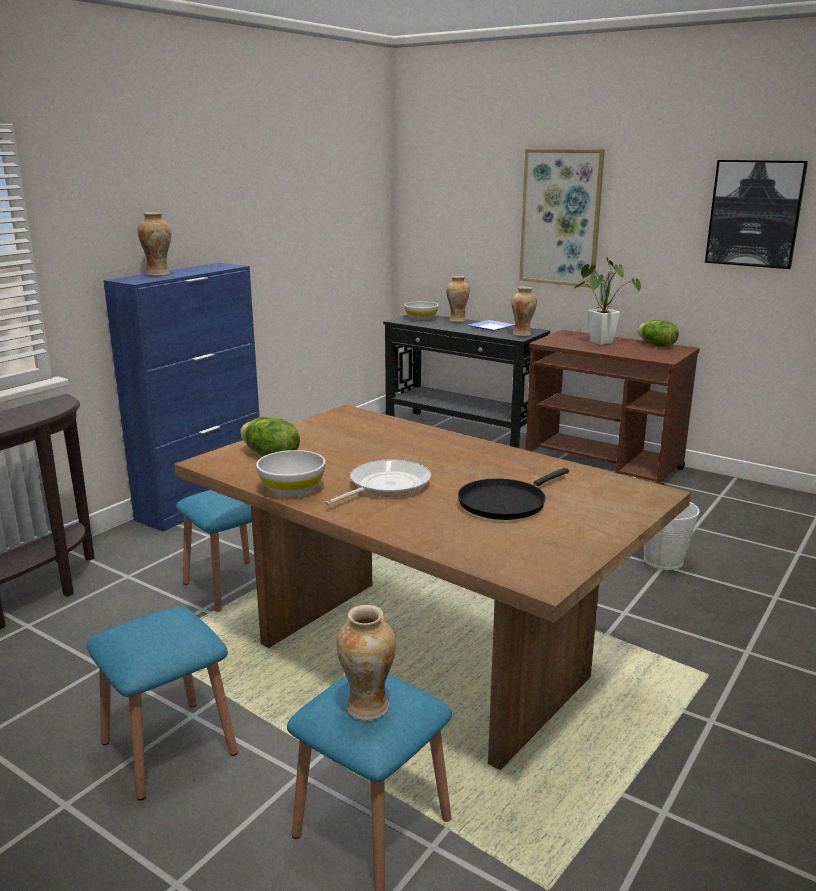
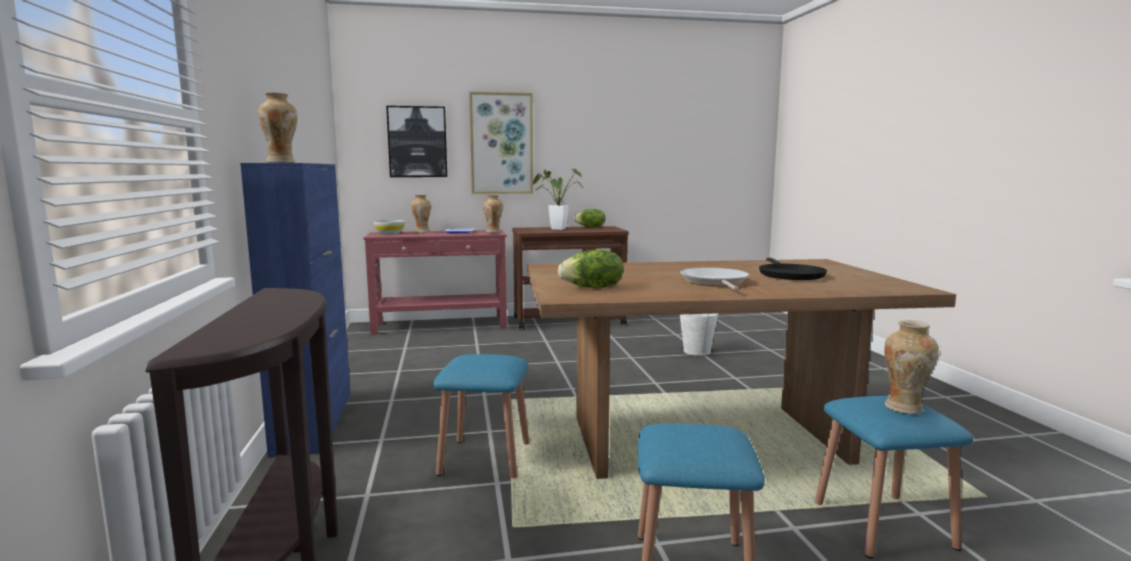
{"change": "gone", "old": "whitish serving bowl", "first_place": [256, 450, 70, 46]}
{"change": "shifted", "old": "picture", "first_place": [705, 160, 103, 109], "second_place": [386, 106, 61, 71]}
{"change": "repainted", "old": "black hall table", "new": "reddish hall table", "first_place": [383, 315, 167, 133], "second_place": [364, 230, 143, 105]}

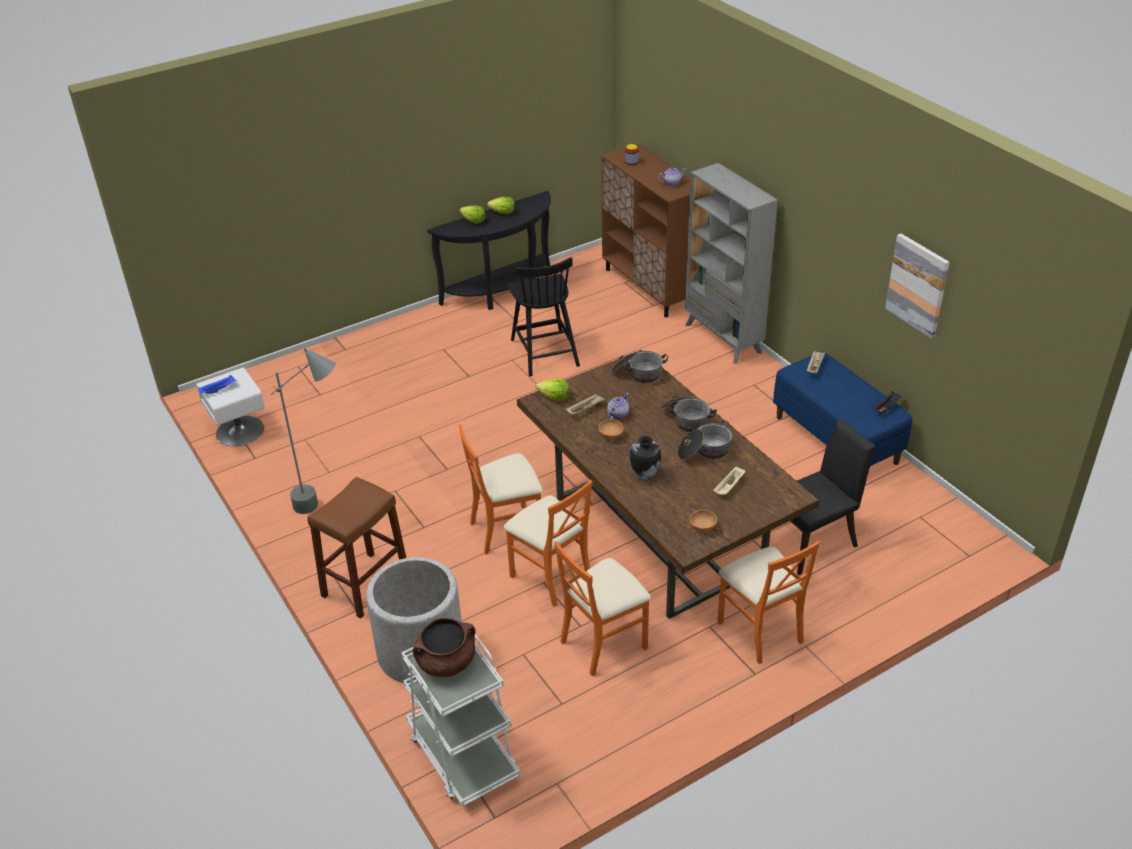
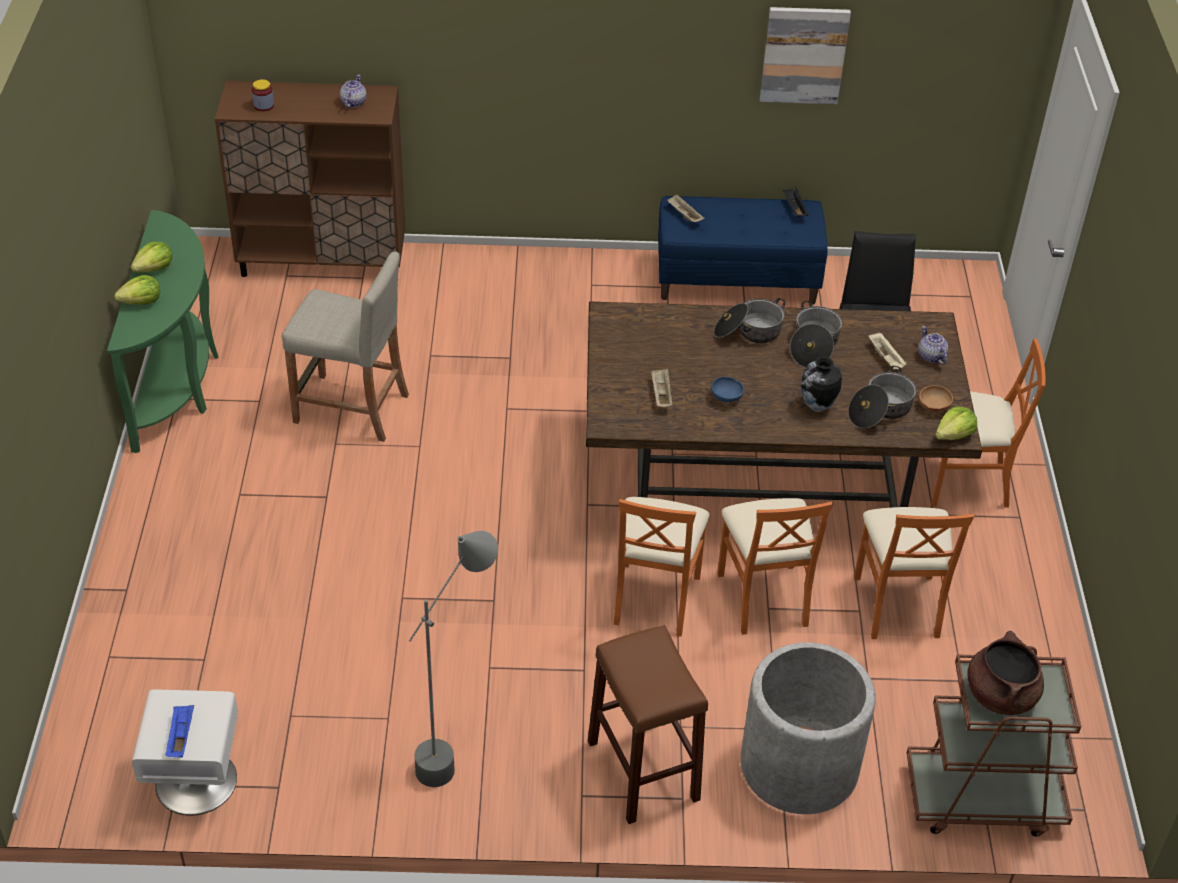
{"change": "gone", "old": "grey shelving unit", "first_place": [685, 163, 93, 201]}
{"change": "shifted", "old": "lettuce", "first_place": [536, 379, 34, 22], "second_place": [935, 406, 42, 34]}
{"change": "shifted", "old": "pot for tea", "first_place": [607, 393, 22, 26], "second_place": [918, 326, 30, 38]}
{"change": "shifted", "old": "cooking pot", "first_place": [612, 351, 56, 32], "second_place": [848, 366, 68, 62]}
{"change": "swapped", "old": "black plain chair", "new": "sand-coloured stool seat", "first_place": [507, 257, 73, 120], "second_place": [282, 251, 127, 191]}
{"change": "repainted", "old": "whitish wheeled cart", "new": "brown wheeled cart", "first_place": [401, 634, 119, 173], "second_place": [907, 646, 174, 190]}
{"change": "repainted", "old": "black hall table", "new": "greenish hall table", "first_place": [427, 191, 124, 119], "second_place": [107, 210, 112, 243]}
{"change": "repainted", "old": "brown serving bowl", "new": "bluish serving bowl", "first_place": [598, 419, 26, 20], "second_place": [711, 377, 33, 26]}
{"change": "rotated", "old": "orange plain chair", "first_place": [504, 480, 89, 127], "second_place": [717, 498, 116, 137], "degrees": 90}

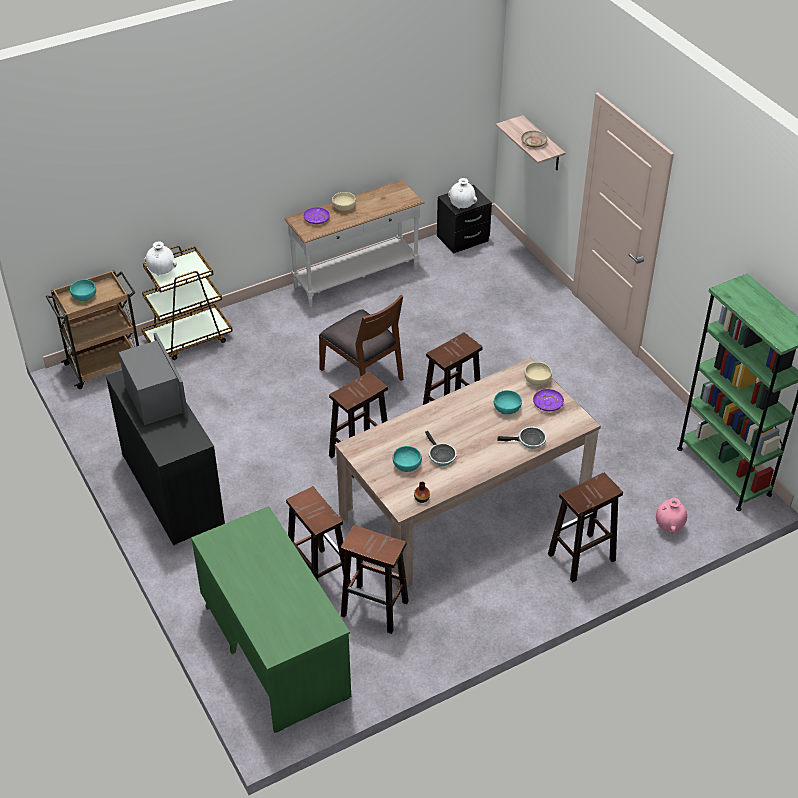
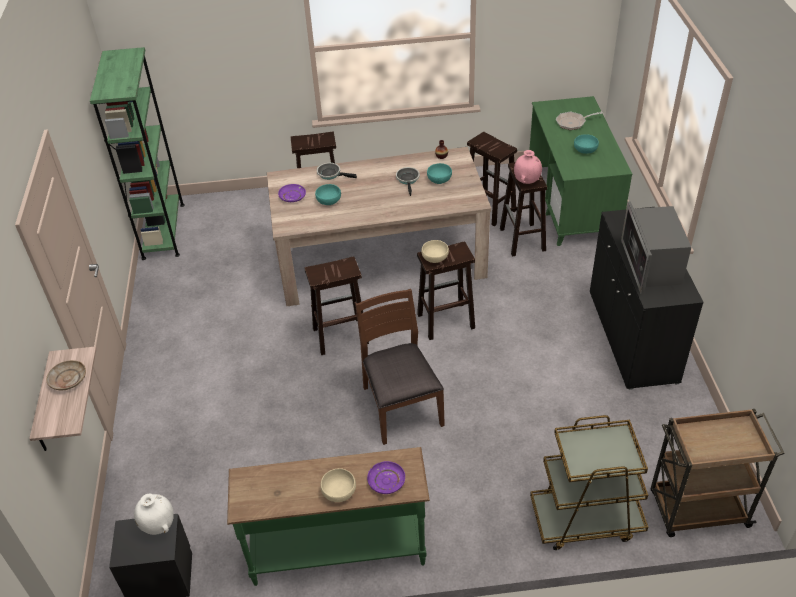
{"change": "gone", "old": "whitish vase", "first_place": [144, 242, 33, 34]}
{"change": "new", "new": "pan", "second_place": [556, 111, 47, 19]}
{"change": "shifted", "old": "turquoise serving bowl", "first_place": [70, 280, 26, 21], "second_place": [574, 134, 25, 20]}
{"change": "shifted", "old": "sand-coloured serving bowl", "first_place": [524, 362, 28, 24], "second_place": [421, 240, 28, 23]}
{"change": "shifted", "old": "pink vase", "first_place": [656, 498, 31, 35], "second_place": [514, 150, 28, 34]}
{"change": "repainted", "old": "whitish hall table", "new": "greenish hall table", "first_place": [284, 180, 141, 127], "second_place": [227, 447, 203, 139]}

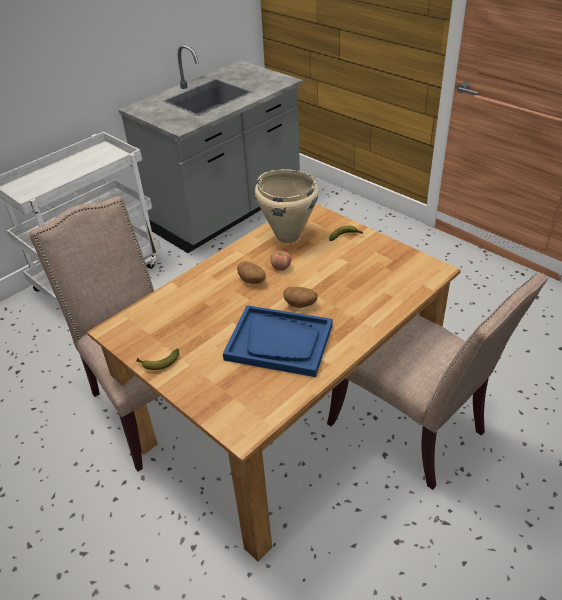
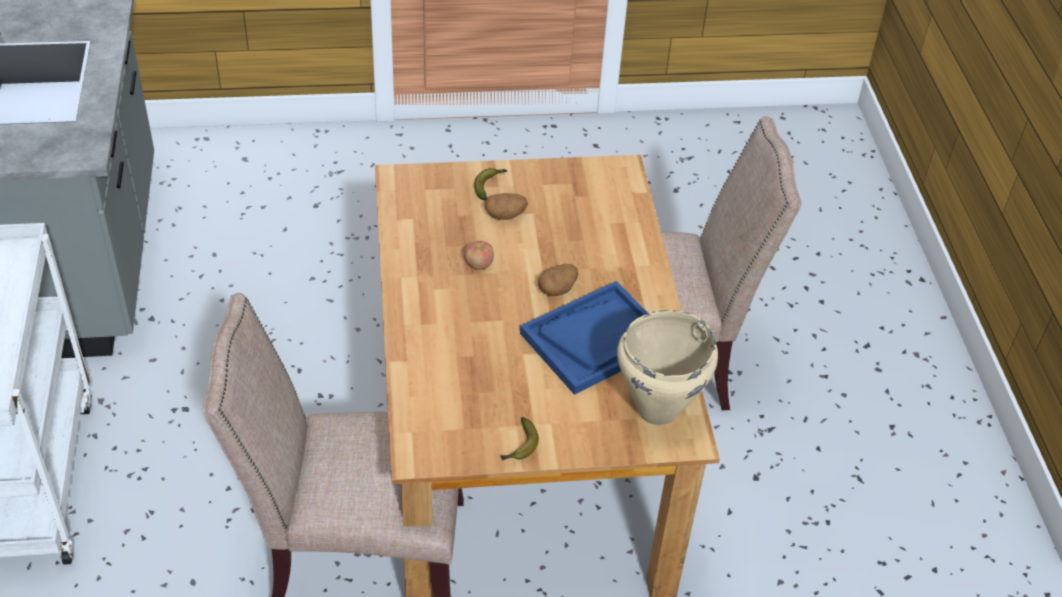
{"change": "shifted", "old": "spud", "first_place": [237, 261, 29, 23], "second_place": [485, 193, 43, 27]}
{"change": "shifted", "old": "sand-coloured cooking pot", "first_place": [255, 169, 64, 74], "second_place": [617, 310, 101, 116]}

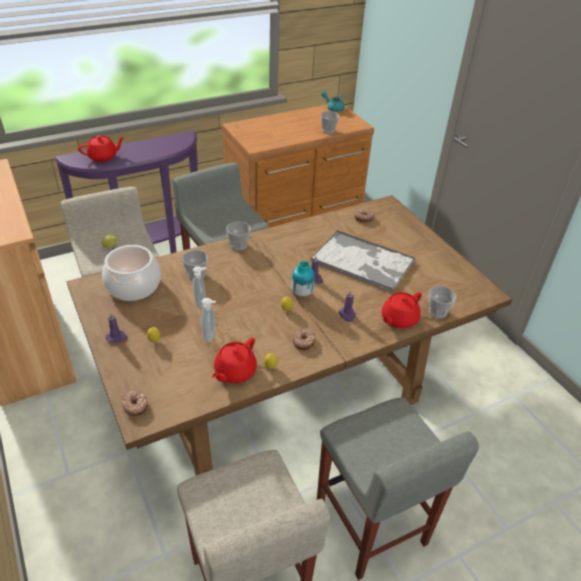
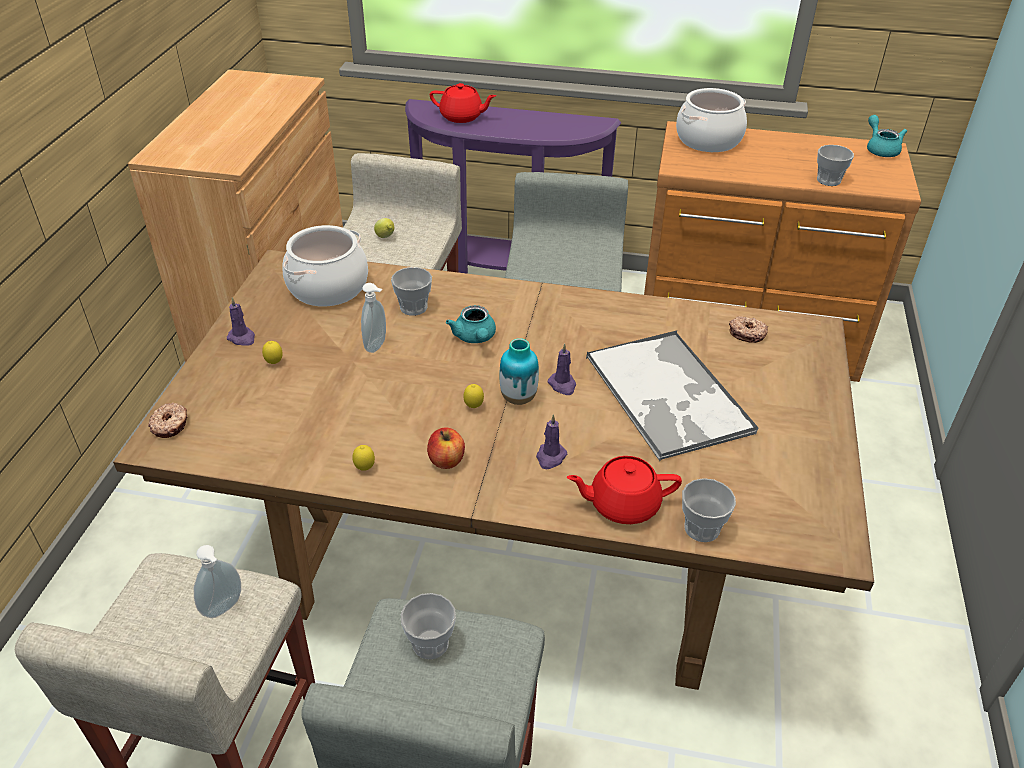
{"change": "gone", "old": "reddish pot for tea", "first_place": [212, 337, 45, 46]}
{"change": "new", "new": "turquoise pot for tea", "second_place": [446, 305, 50, 38]}
{"change": "new", "new": "cooking pot", "second_place": [676, 88, 71, 64]}
{"change": "shifted", "old": "liquid soap bottle", "first_place": [201, 298, 15, 45], "second_place": [194, 545, 47, 73]}
{"change": "shifted", "old": "drinking cup", "first_place": [226, 222, 25, 29], "second_place": [401, 593, 55, 66]}
{"change": "swapped", "old": "ring doughnut", "new": "apple", "first_place": [293, 328, 22, 22], "second_place": [427, 427, 38, 42]}

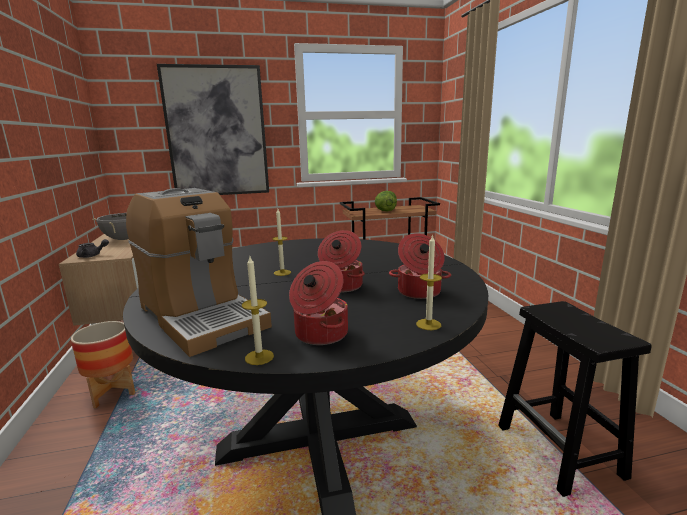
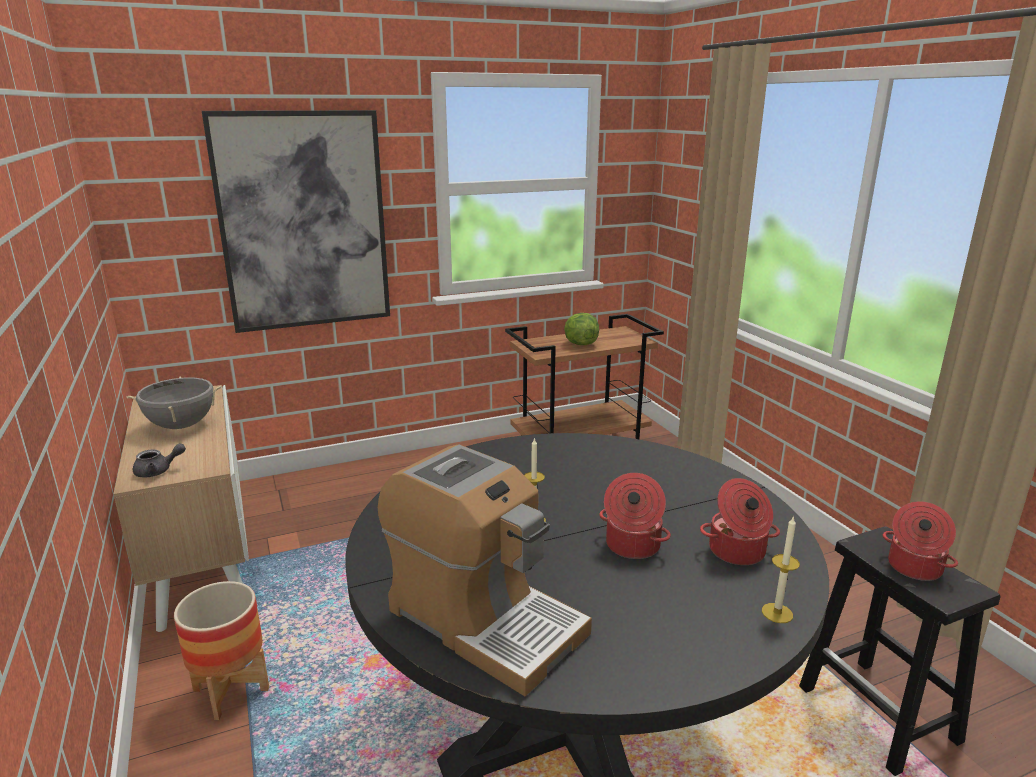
{"change": "gone", "old": "wax candle", "first_place": [242, 256, 32, 109]}
{"change": "shifted", "old": "cooking pot", "first_place": [289, 261, 59, 84], "second_place": [883, 501, 75, 80]}

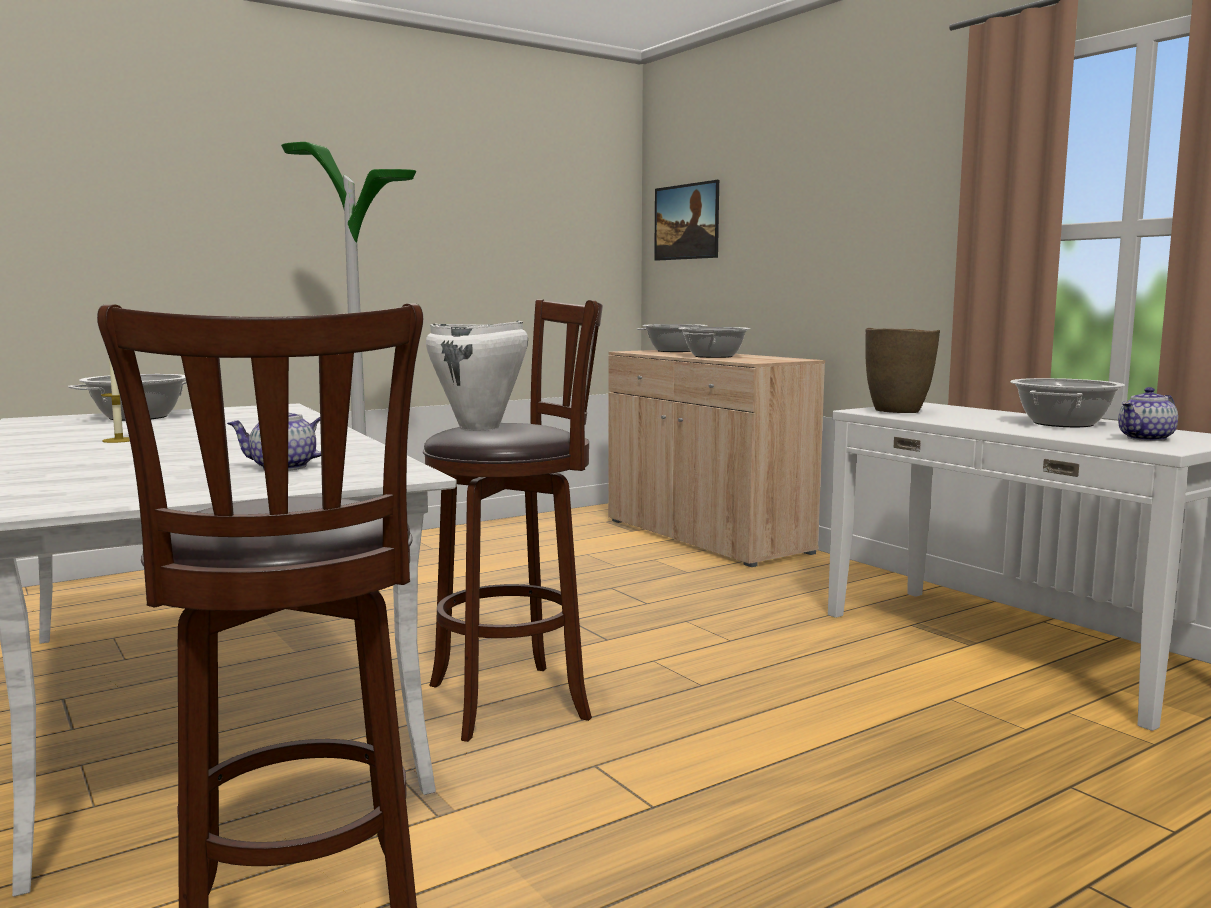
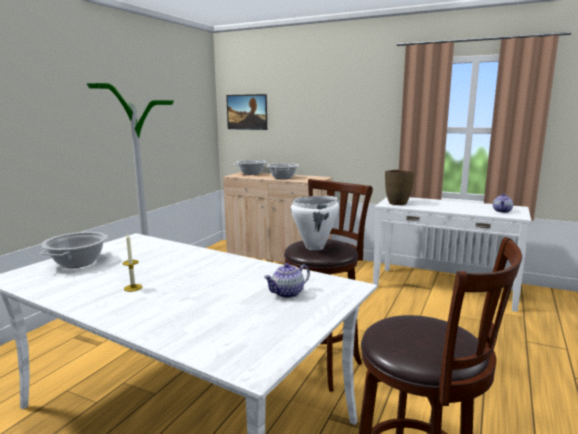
{"change": "gone", "old": "cooking pot", "first_place": [1010, 378, 115, 49]}

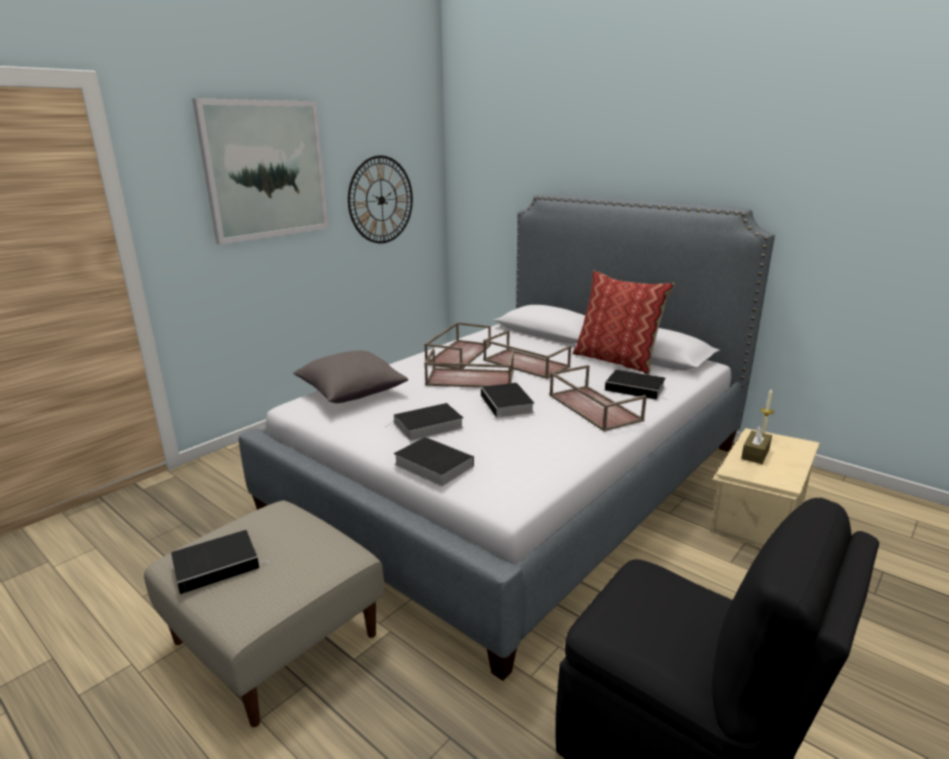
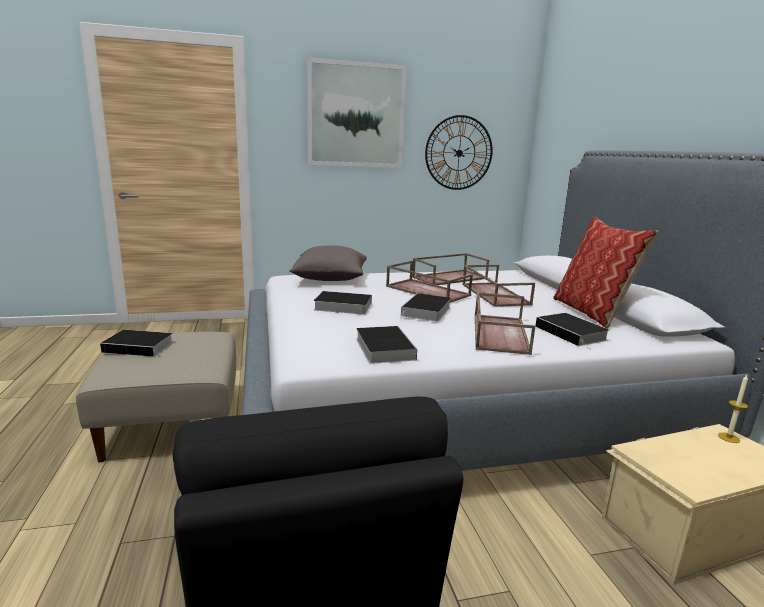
{"change": "gone", "old": "brown tissue holder", "first_place": [741, 425, 31, 39]}
{"change": "shifted", "old": "volume", "first_place": [394, 437, 80, 49], "second_place": [356, 326, 61, 38]}

